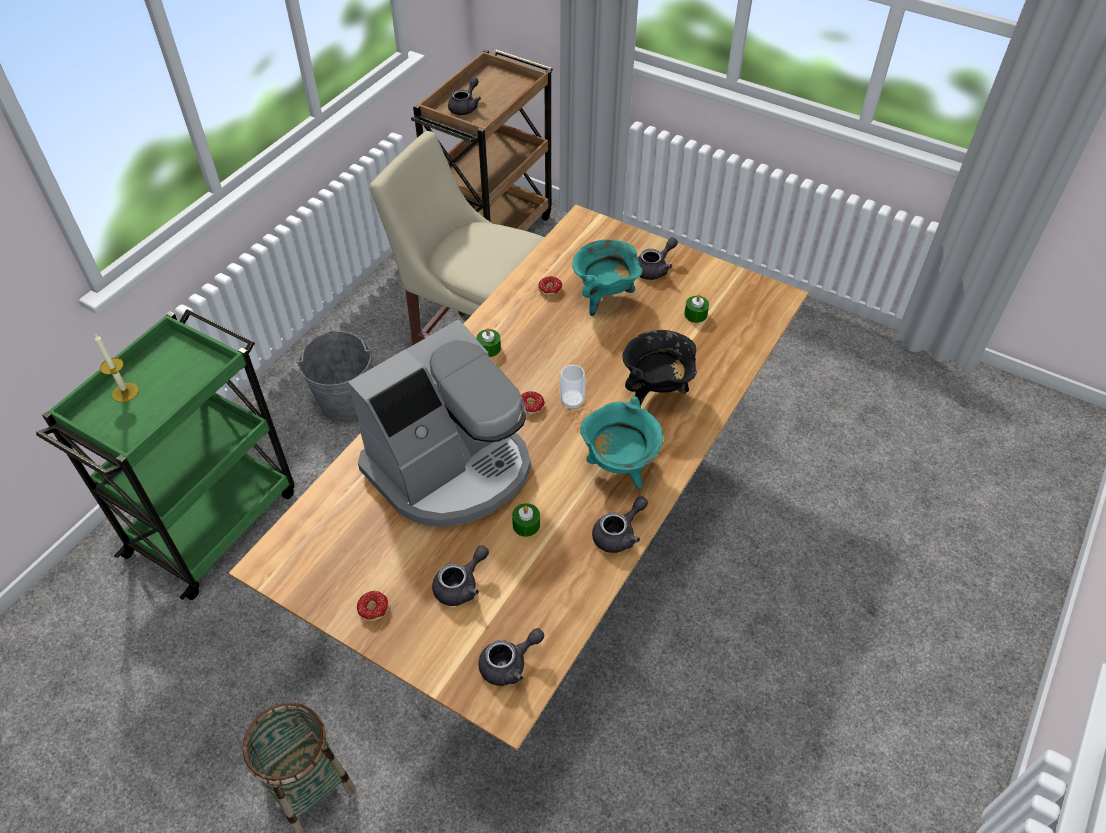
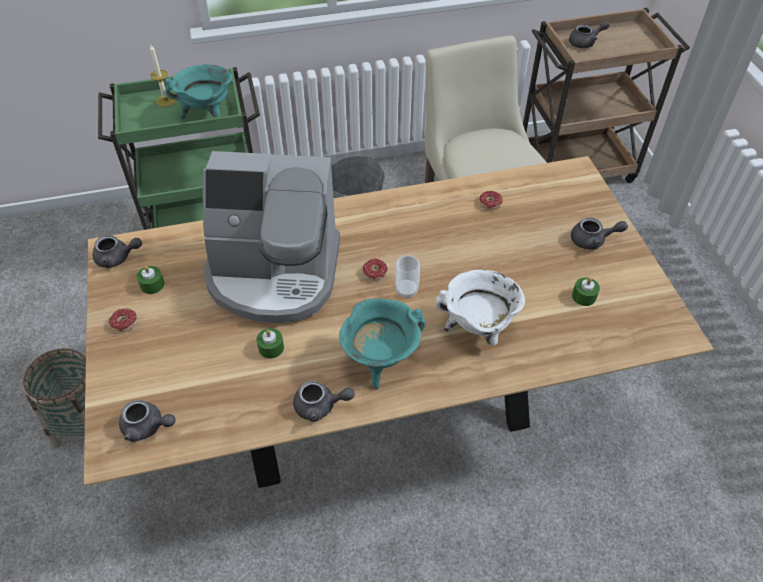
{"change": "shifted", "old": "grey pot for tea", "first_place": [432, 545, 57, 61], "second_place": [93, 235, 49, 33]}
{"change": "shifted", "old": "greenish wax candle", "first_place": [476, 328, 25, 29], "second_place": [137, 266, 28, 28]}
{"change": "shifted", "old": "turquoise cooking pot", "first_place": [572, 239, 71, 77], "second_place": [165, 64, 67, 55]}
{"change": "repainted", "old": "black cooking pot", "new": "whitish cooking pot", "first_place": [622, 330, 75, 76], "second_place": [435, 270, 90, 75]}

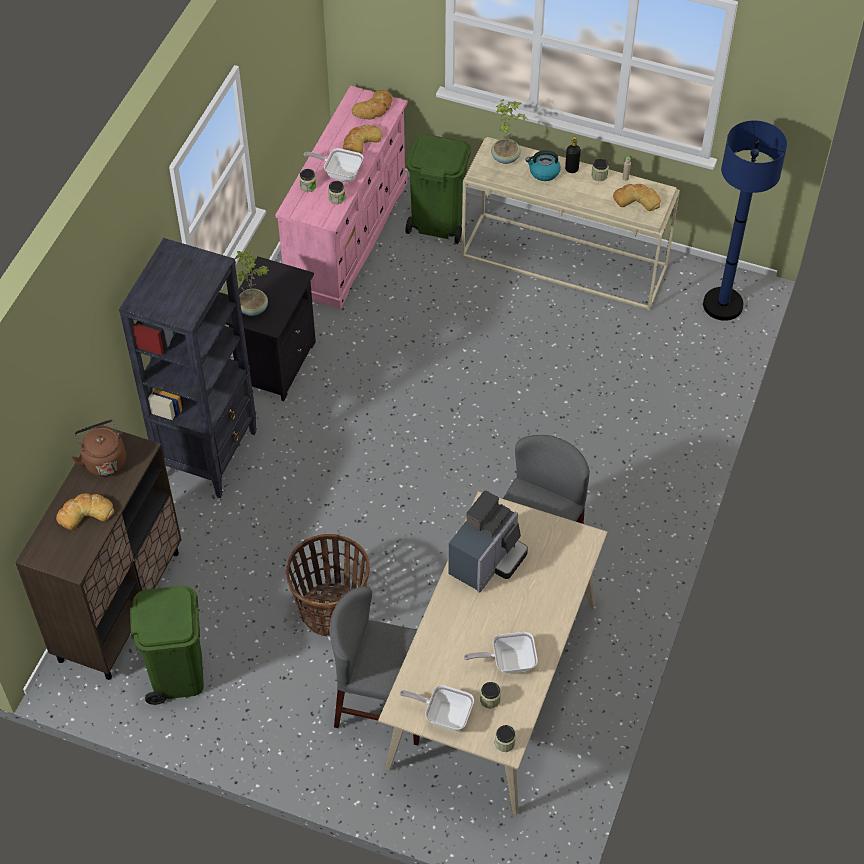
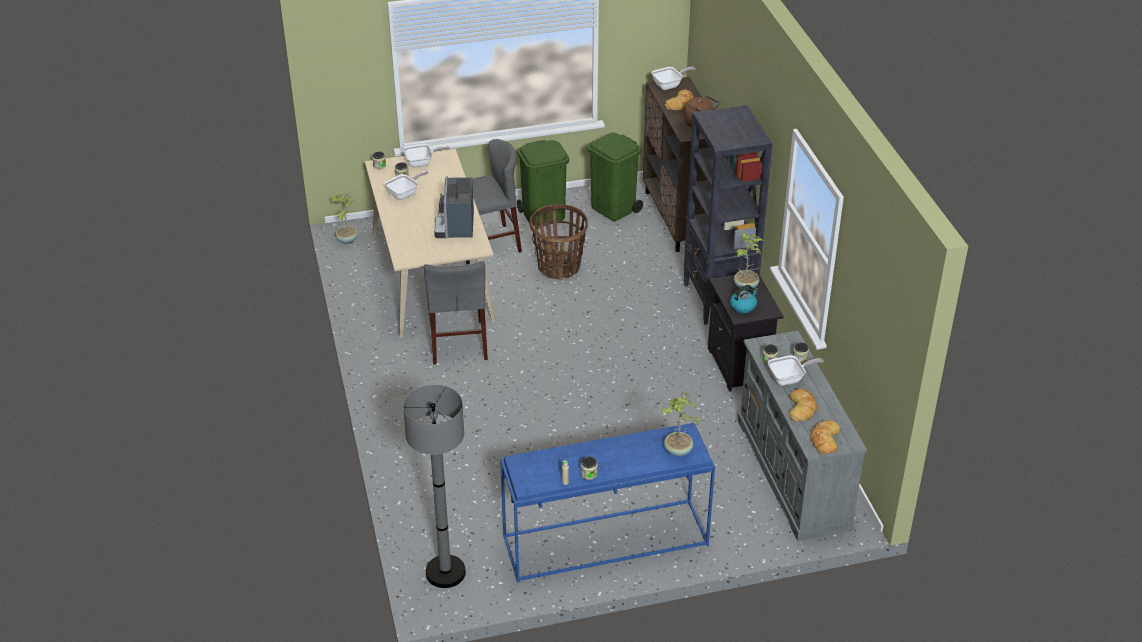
{"change": "gone", "old": "black beverage bottle", "first_place": [565, 136, 16, 37]}
{"change": "gone", "old": "bread", "first_place": [613, 184, 48, 27]}
{"change": "new", "new": "plant in a pot", "second_place": [331, 194, 27, 50]}
{"change": "new", "new": "pan", "second_place": [651, 67, 45, 23]}
{"change": "shifted", "old": "greenish trash can", "first_place": [405, 135, 66, 109], "second_place": [517, 140, 52, 86]}
{"change": "shifted", "old": "tea kettle", "first_place": [525, 150, 36, 31], "second_place": [730, 285, 29, 28]}
{"change": "repainted", "old": "pink chest of drawers", "new": "grey chest of drawers", "first_place": [275, 85, 133, 224], "second_place": [737, 331, 130, 210]}
{"change": "repainted", "old": "sand-coloured hall table", "new": "bluish hall table", "first_place": [461, 137, 219, 174], "second_place": [500, 423, 215, 159]}
{"change": "repainted", "old": "bluish standing lamp", "new": "grey standing lamp", "first_place": [703, 120, 84, 201], "second_place": [403, 385, 63, 203]}

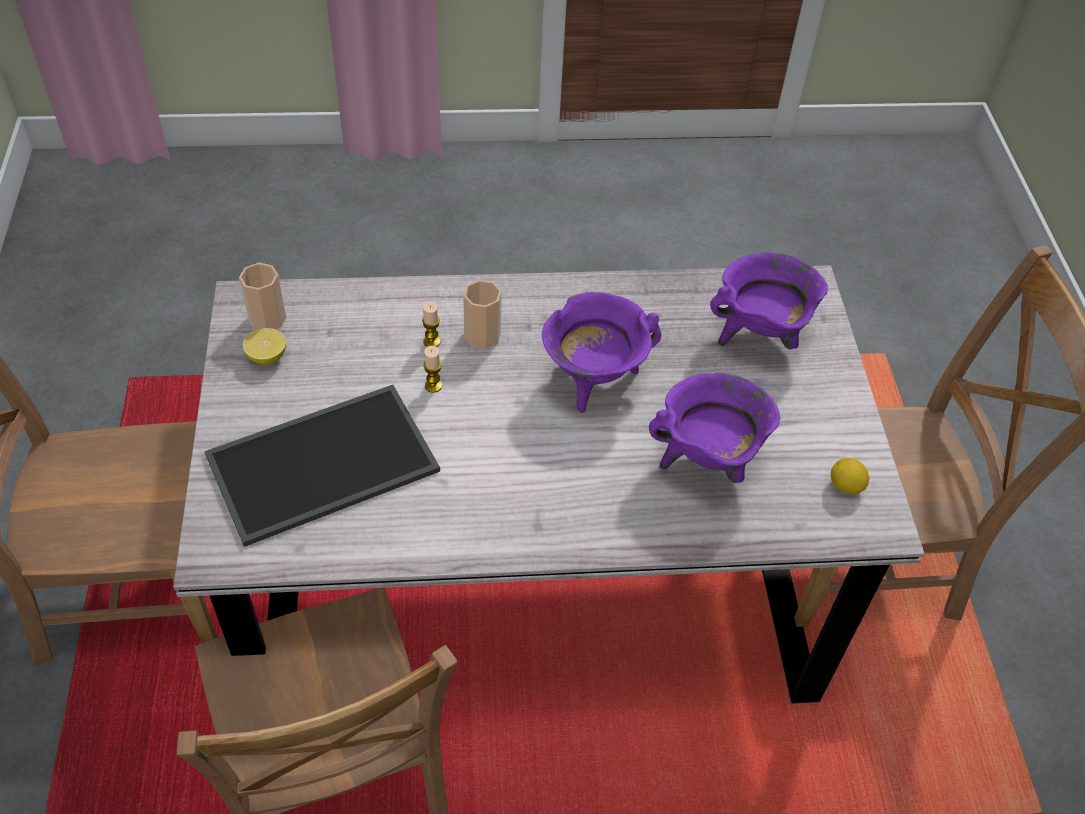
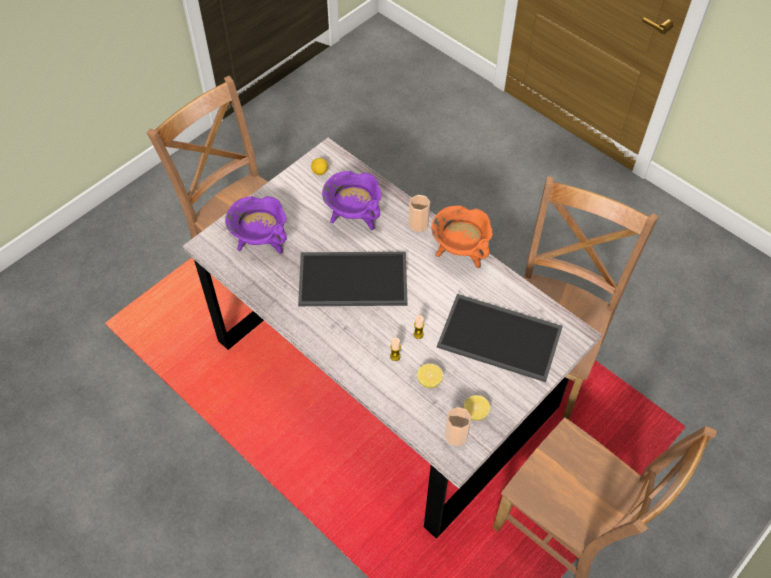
{"change": "new", "new": "lemon", "second_place": [417, 364, 26, 24]}
{"change": "new", "new": "orange cooking pot", "second_place": [431, 206, 62, 62]}
{"change": "shifted", "old": "drinking cup", "first_place": [463, 280, 39, 69], "second_place": [408, 195, 22, 37]}
{"change": "swapped", "old": "purple-coloured cooking pot", "new": "tray", "first_place": [542, 292, 119, 121], "second_place": [298, 252, 110, 54]}

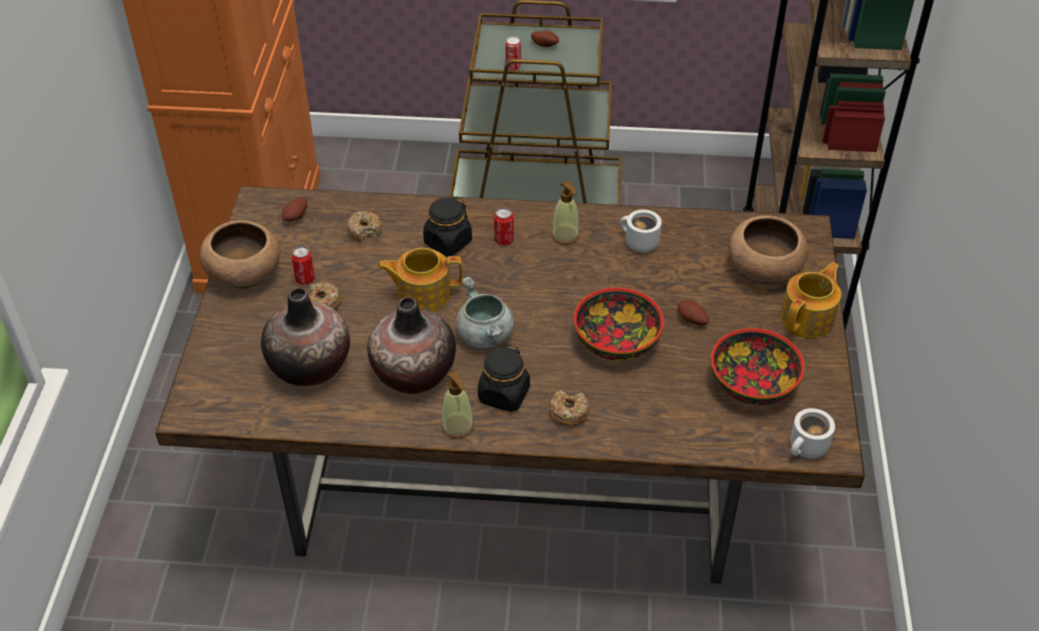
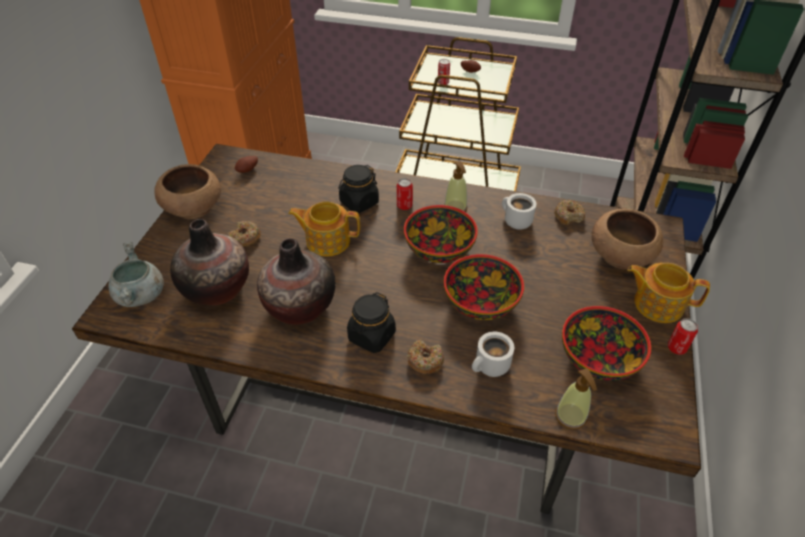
{"change": "gone", "old": "spud", "first_place": [678, 300, 31, 26]}
{"change": "new", "new": "serving bowl", "second_place": [404, 205, 74, 58]}
{"change": "shifted", "old": "metal can", "first_place": [291, 246, 24, 39], "second_place": [668, 318, 30, 37]}
{"change": "shifted", "old": "ring doughnut", "first_place": [346, 211, 36, 30], "second_place": [554, 200, 31, 25]}
{"change": "shifted", "old": "liquid soap bottle", "first_place": [441, 371, 33, 68], "second_place": [555, 368, 42, 62]}
{"change": "shifted", "old": "grey cooking pot", "first_place": [456, 276, 58, 72], "second_place": [109, 242, 55, 65]}
{"change": "shifted", "old": "whitish mug", "first_place": [790, 408, 45, 51], "second_place": [472, 332, 42, 45]}
{"change": "rotated", "old": "pot for tea", "first_place": [781, 262, 60, 76], "second_place": [627, 263, 83, 60], "degrees": -120}

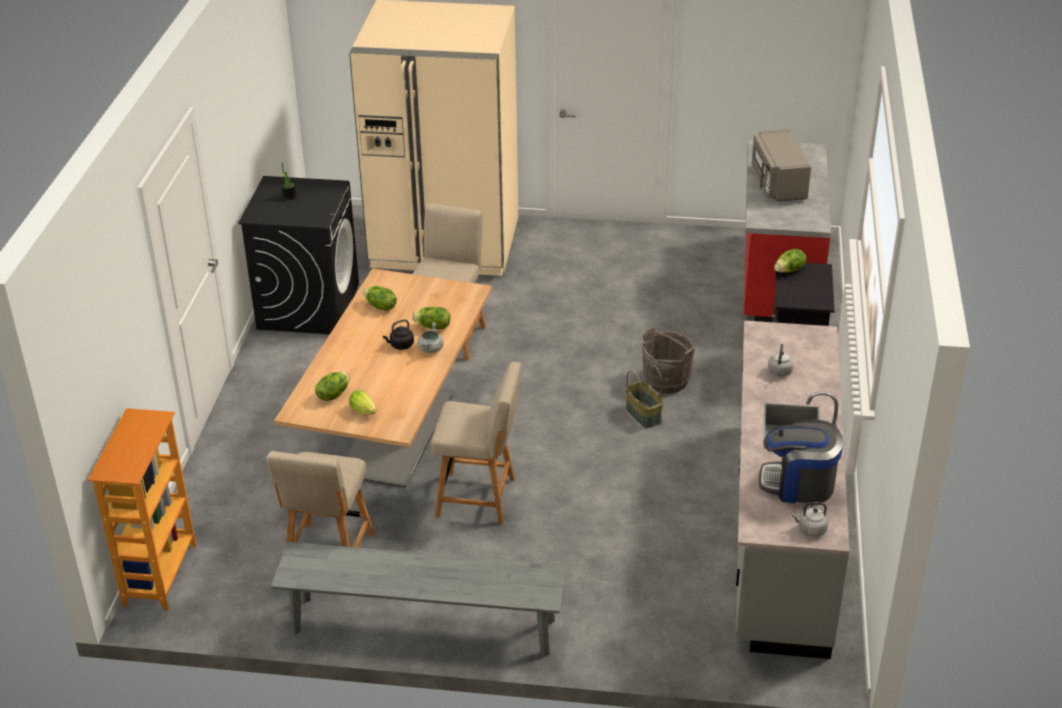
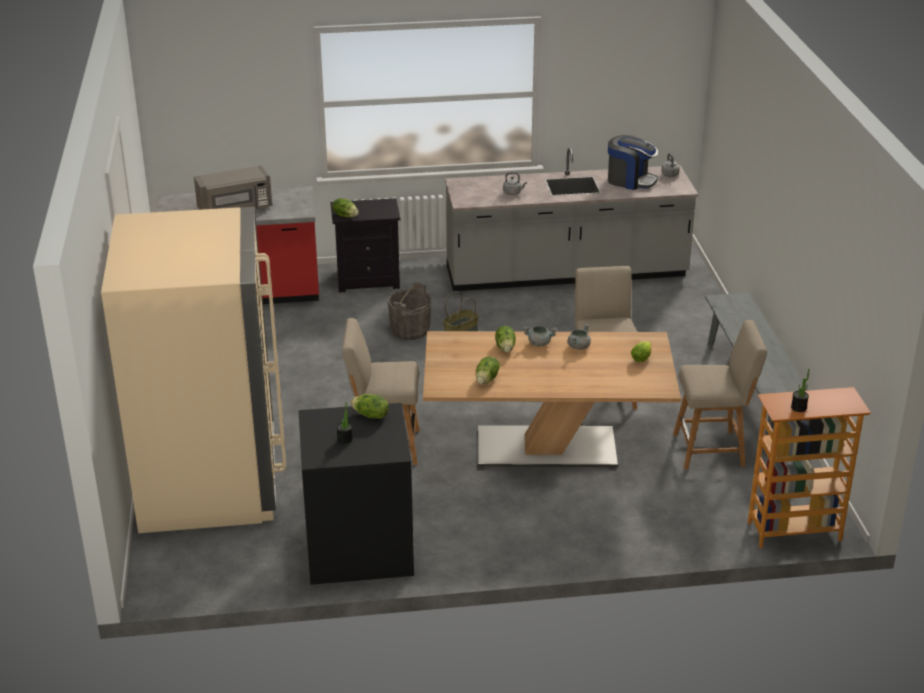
{"change": "gone", "old": "black tea kettle", "first_place": [383, 319, 31, 31]}
{"change": "new", "new": "grey cooking pot", "second_place": [567, 324, 24, 26]}
{"change": "new", "new": "plant in a pot", "second_place": [791, 368, 18, 44]}
{"change": "shifted", "old": "lettuce", "first_place": [315, 372, 35, 29], "second_place": [350, 394, 39, 25]}
{"change": "rotated", "old": "coffee brewer", "first_place": [759, 420, 84, 83], "second_place": [608, 135, 50, 55], "degrees": -60}

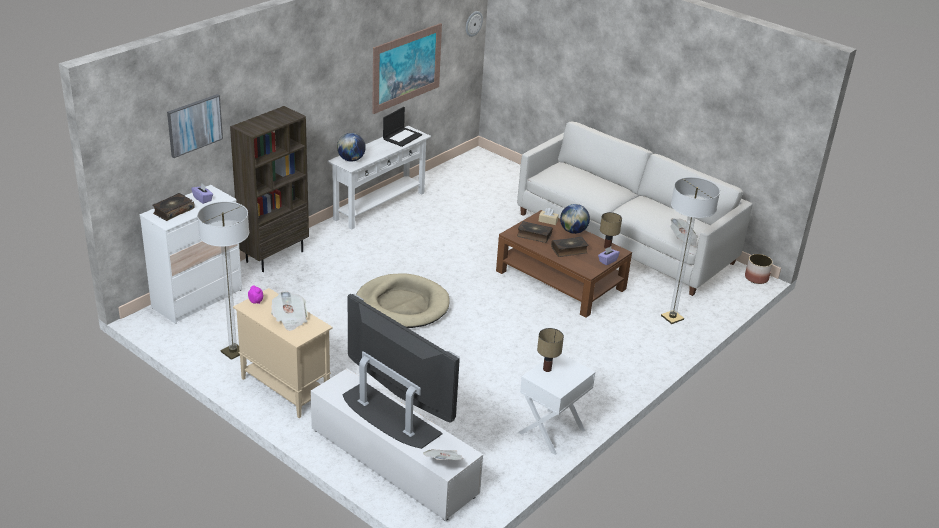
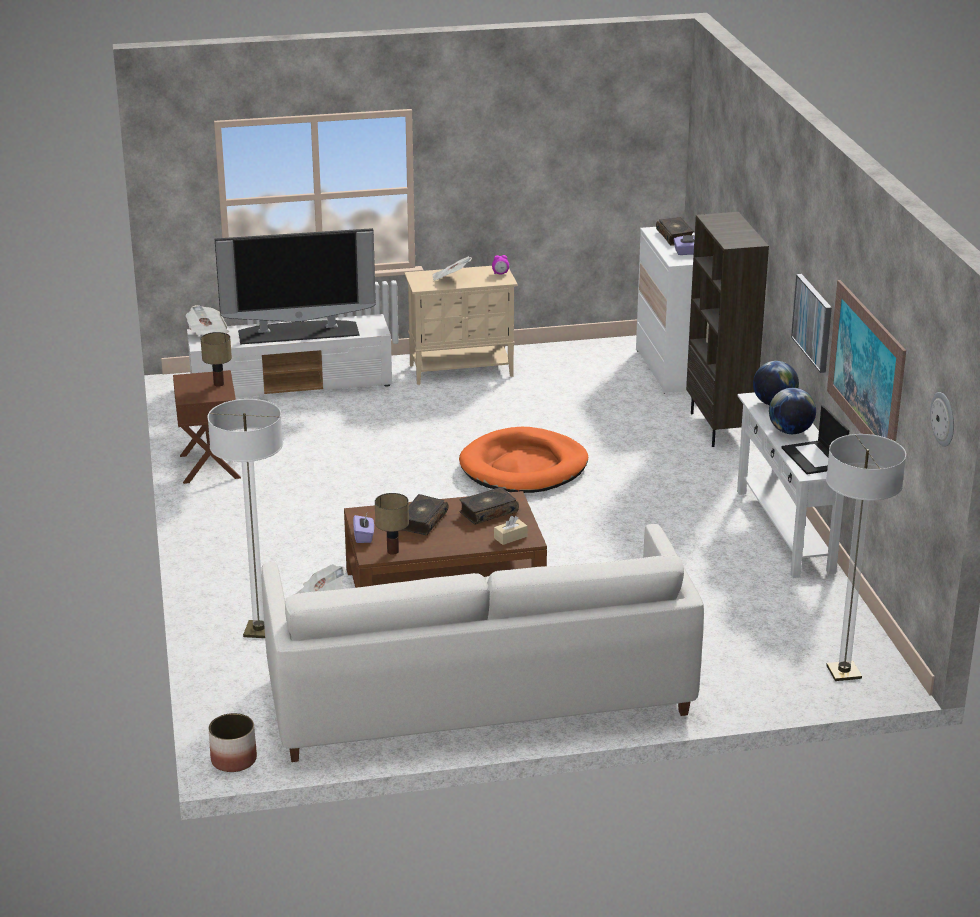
{"change": "shifted", "old": "picture", "first_place": [167, 94, 56, 64], "second_place": [791, 274, 41, 99]}
{"change": "shifted", "old": "standing lamp", "first_place": [197, 201, 52, 159], "second_place": [826, 434, 80, 247]}
{"change": "shifted", "old": "desk globe", "first_place": [560, 204, 30, 30], "second_place": [769, 388, 47, 46]}
{"change": "repainted", "old": "sand-coloured dog bed", "new": "orange dog bed", "first_place": [356, 273, 94, 55], "second_place": [459, 427, 129, 66]}
{"change": "repainted", "old": "whitish nightstand", "new": "brown nightstand", "first_place": [518, 353, 77, 102], "second_place": [173, 370, 68, 114]}

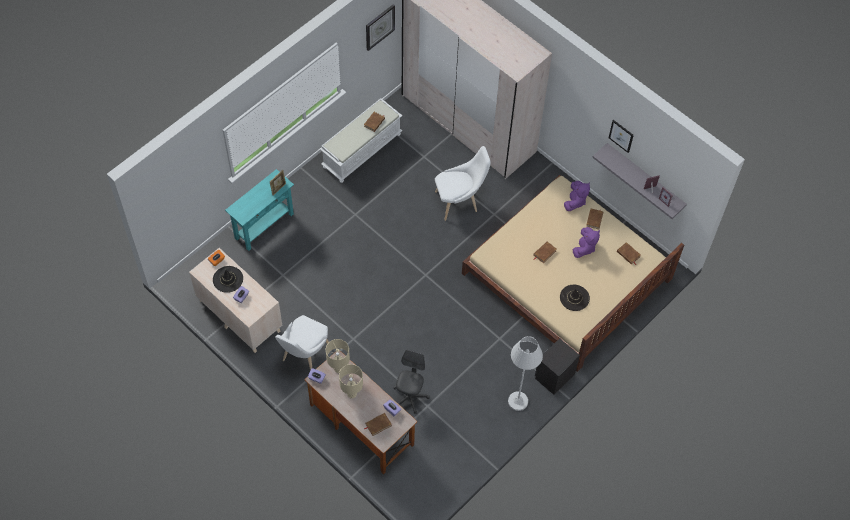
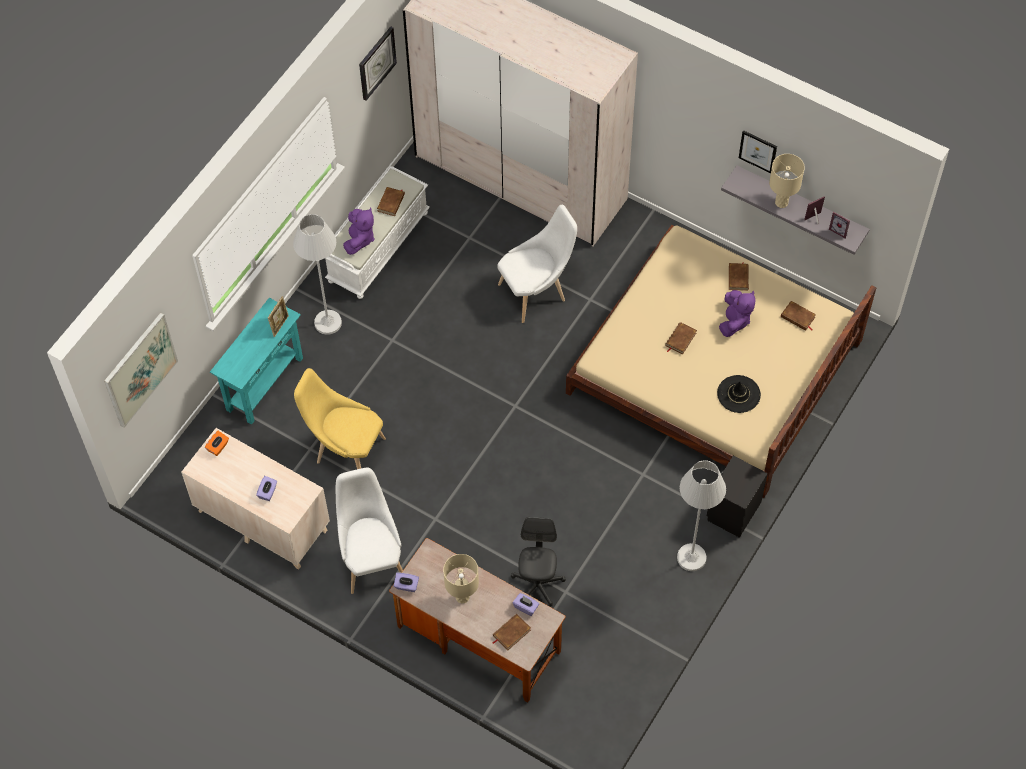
{"change": "gone", "old": "black hat", "first_place": [213, 266, 30, 27]}
{"change": "new", "new": "picture", "second_place": [104, 313, 74, 115]}
{"change": "new", "new": "whitish standing lamp", "second_place": [293, 214, 49, 121]}
{"change": "new", "new": "yellow plain chair", "second_place": [294, 368, 92, 101]}
{"change": "shifted", "old": "sand-coloured lamp for a table", "first_place": [326, 339, 24, 34], "second_place": [769, 154, 36, 54]}
{"change": "shifted", "old": "purple-coloured cuddly toy", "first_place": [564, 181, 26, 30], "second_place": [343, 207, 31, 48]}
{"change": "rotated", "old": "whitish plain chair", "first_place": [275, 315, 54, 56], "second_place": [336, 468, 67, 126], "degrees": 150}

